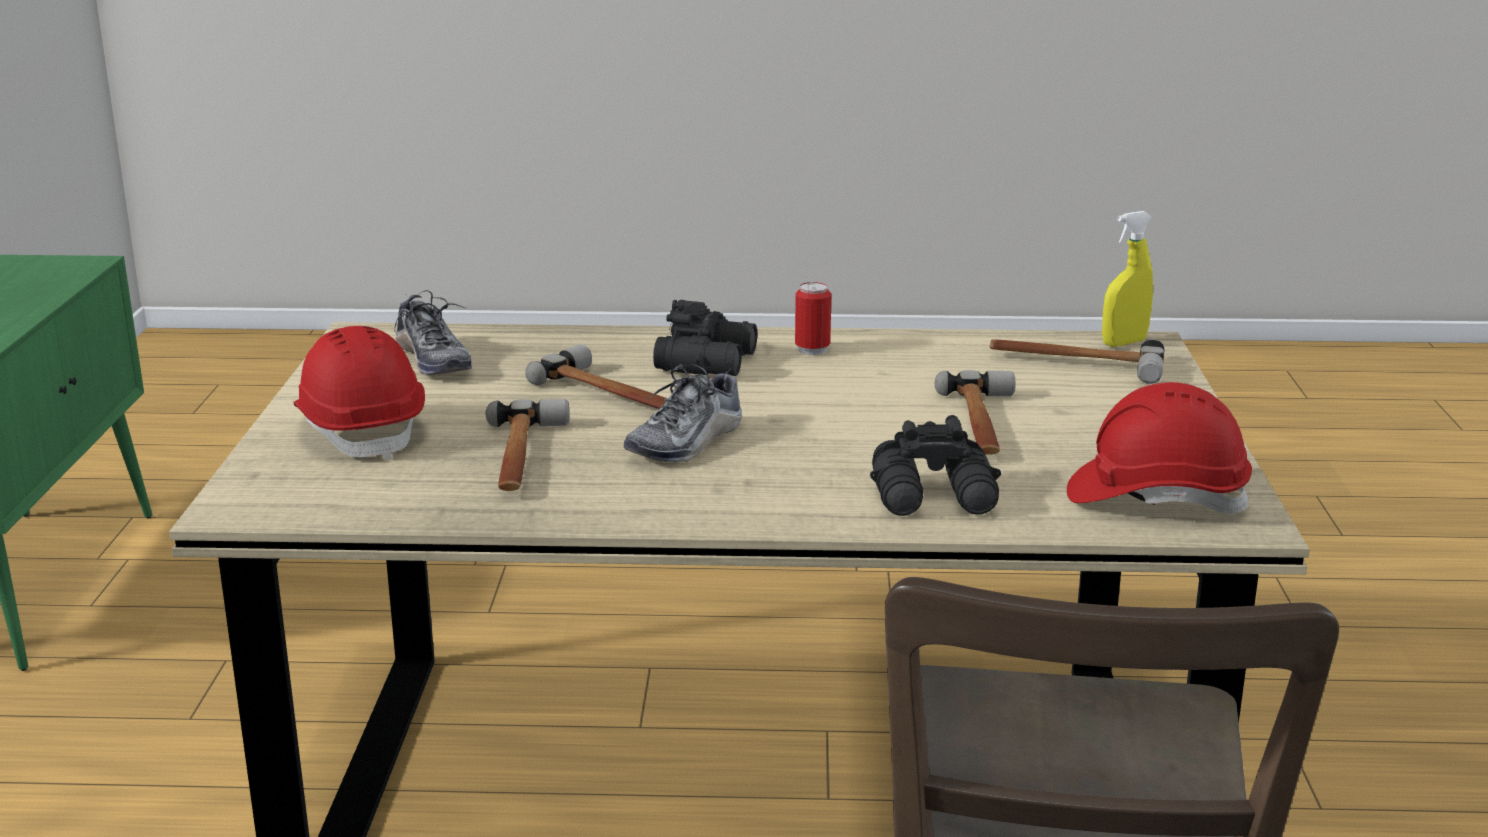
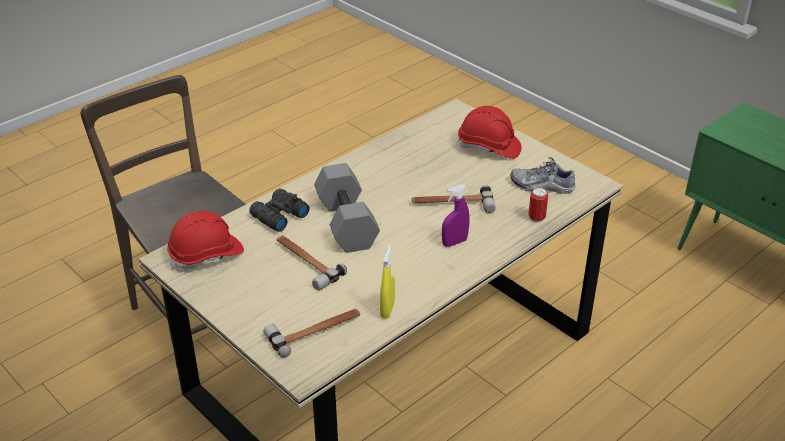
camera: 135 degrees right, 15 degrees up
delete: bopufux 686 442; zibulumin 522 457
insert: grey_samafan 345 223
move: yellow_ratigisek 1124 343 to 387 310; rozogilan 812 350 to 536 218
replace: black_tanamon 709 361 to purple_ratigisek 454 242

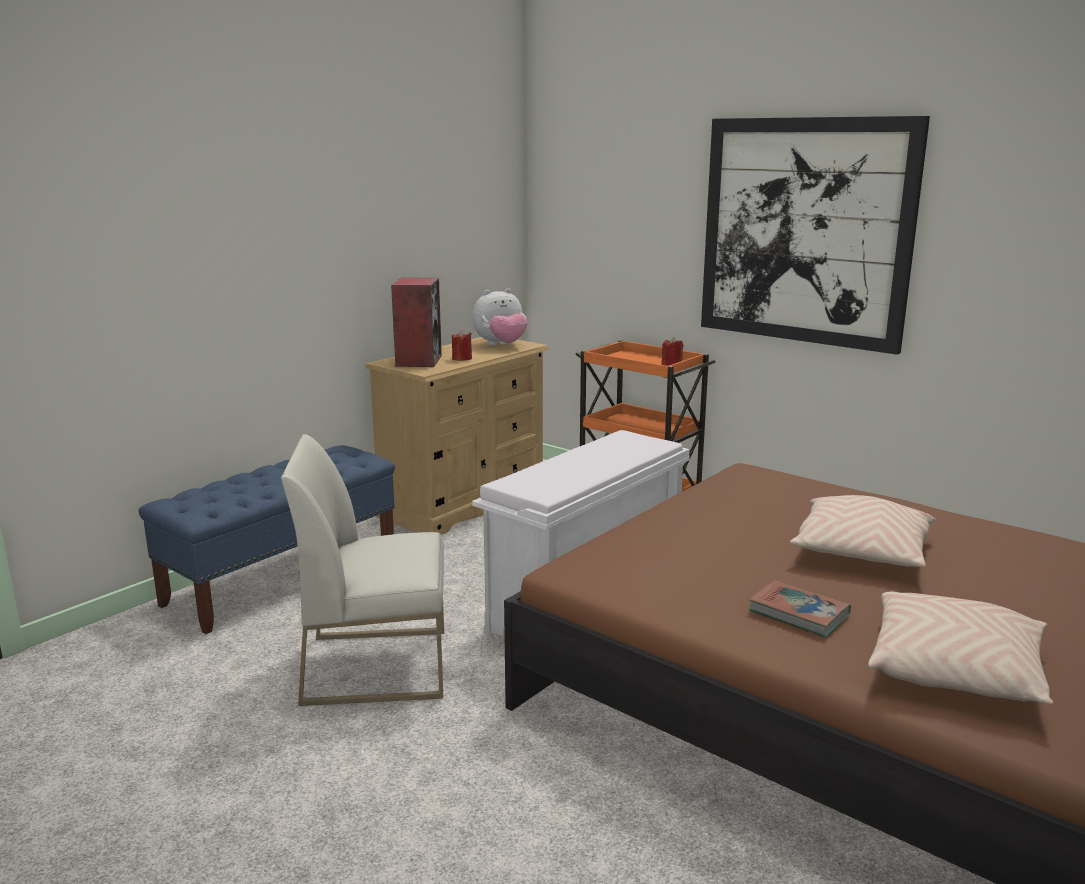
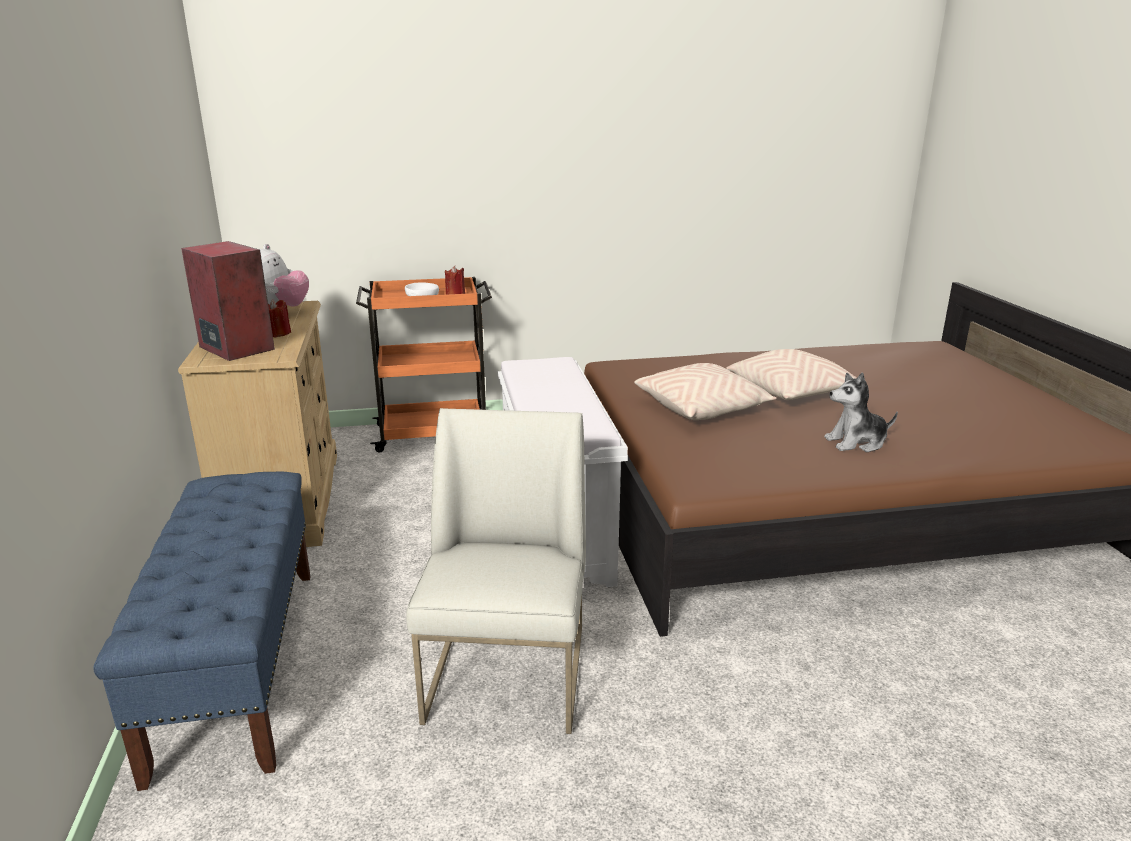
camera: 50 degrees left, 5 degrees up
delete: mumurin 805 232
insert: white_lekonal 422 295
move: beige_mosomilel 955 670 to 702 408
replace: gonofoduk 798 614 to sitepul 856 442
rotate: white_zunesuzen 378 665 = 508 675 150 degrees clockwise

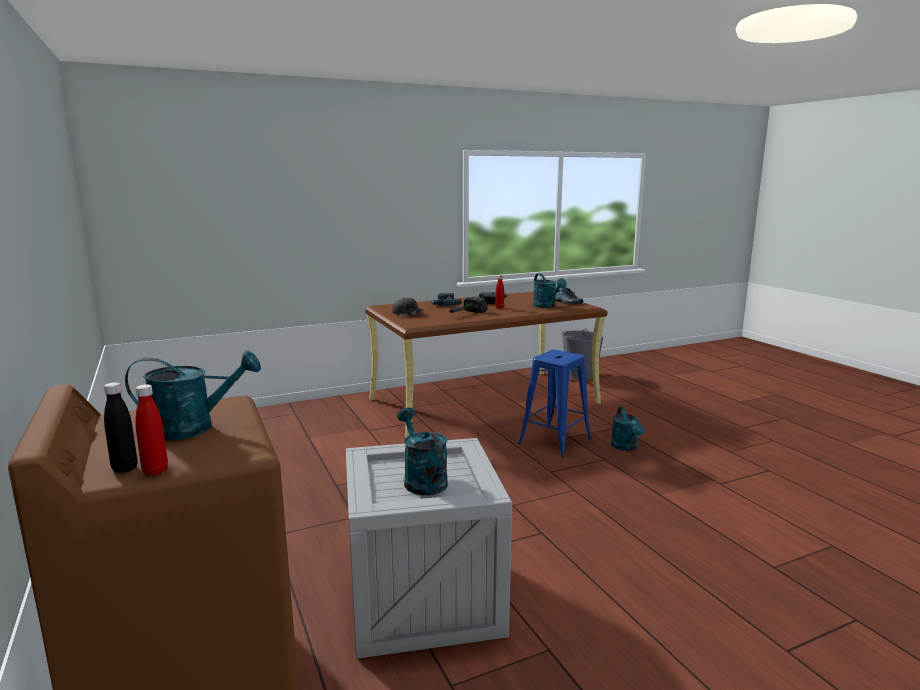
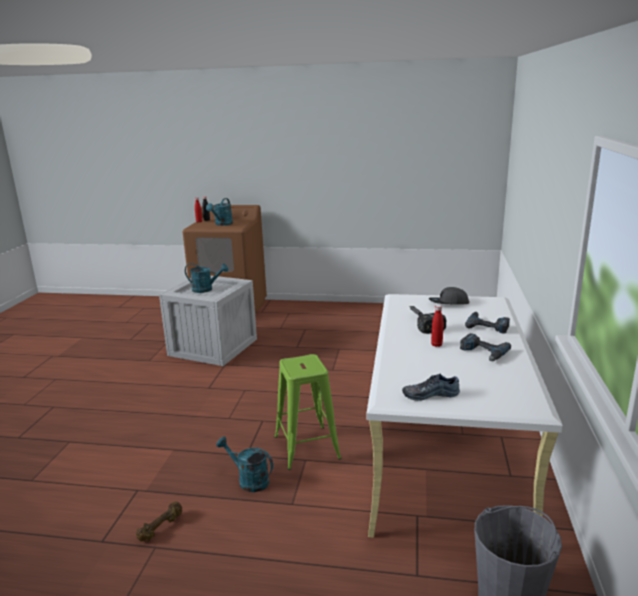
camera: 125 degrees right, 5 degrees up
delete: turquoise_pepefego 547 306
insert: brown_samafan 161 528
recolor: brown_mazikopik 484 401 to white_mazikopik 446 450; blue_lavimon 555 441 to green_lavimon 306 447

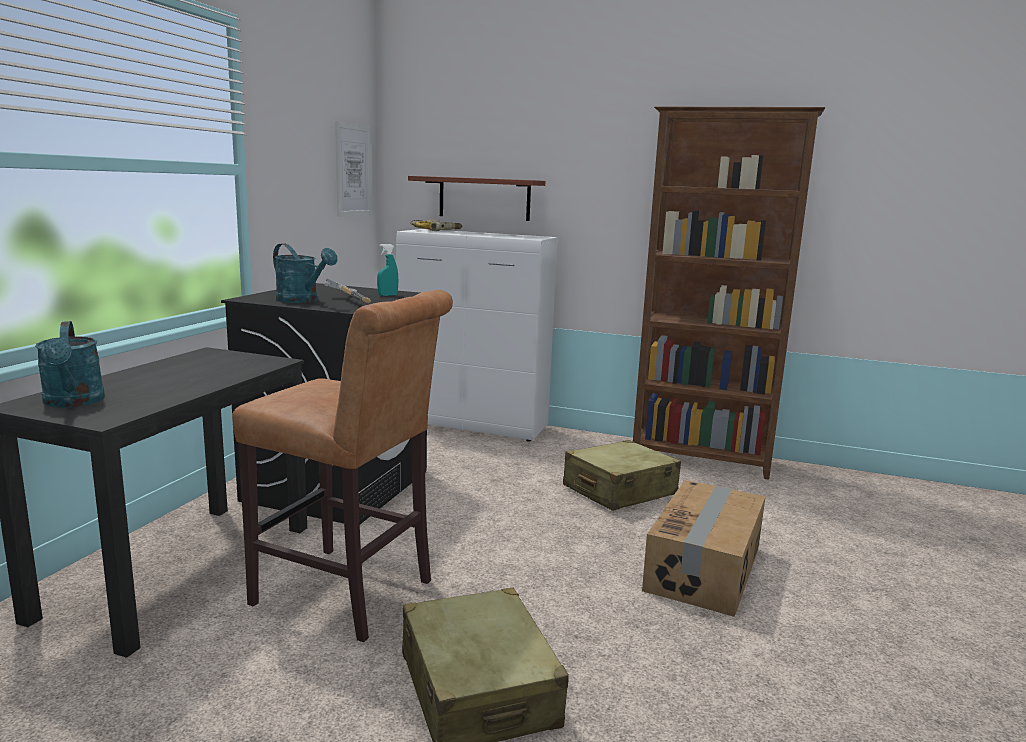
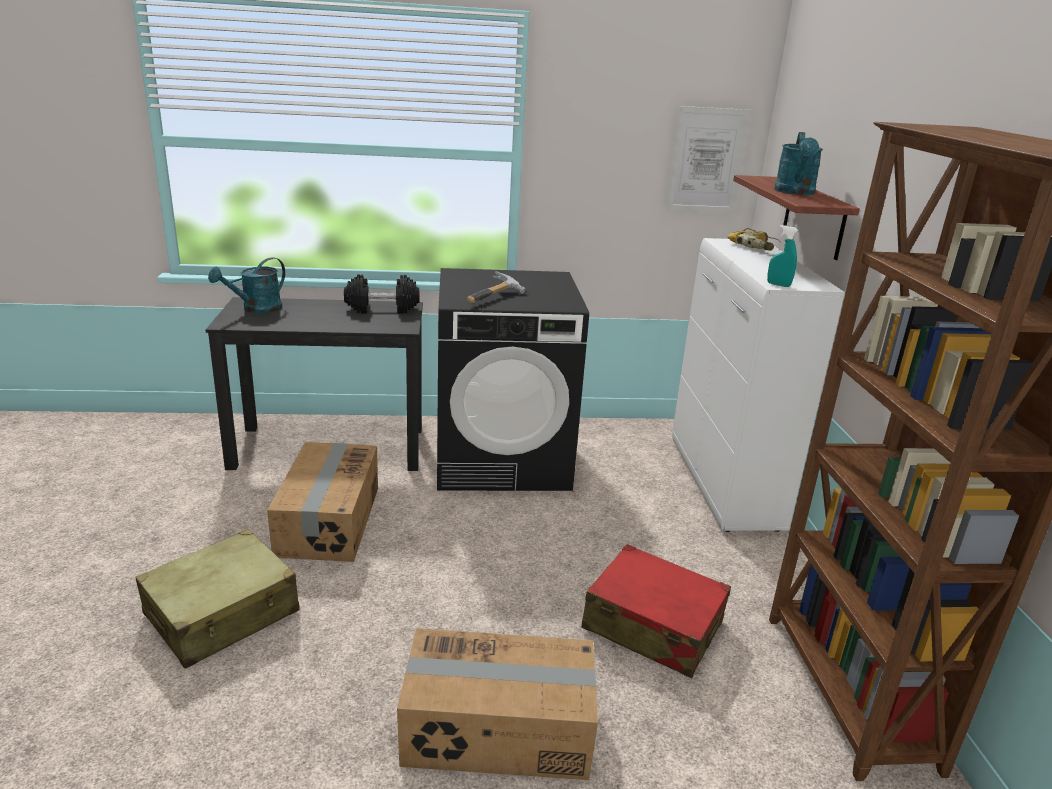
camera: 65 degrees right, 10 degrees up
insert: black_samafan 382 308
move: turquoise_pepefego 302 300 to 795 192; turquoise_ratigisek 387 295 to 778 285
replace: brown_lavimon 351 595 to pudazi 327 521
recolor: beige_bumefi 619 491 to red_bumefi 652 626

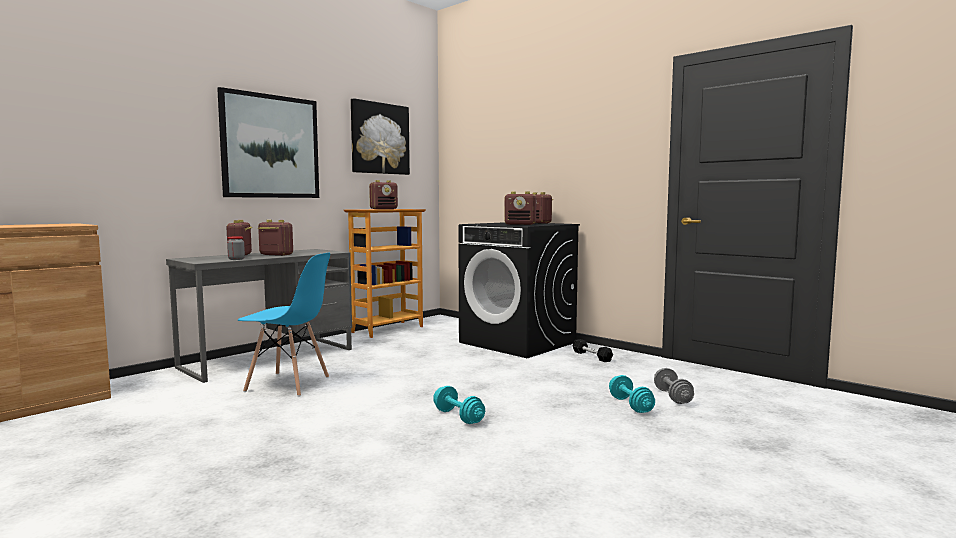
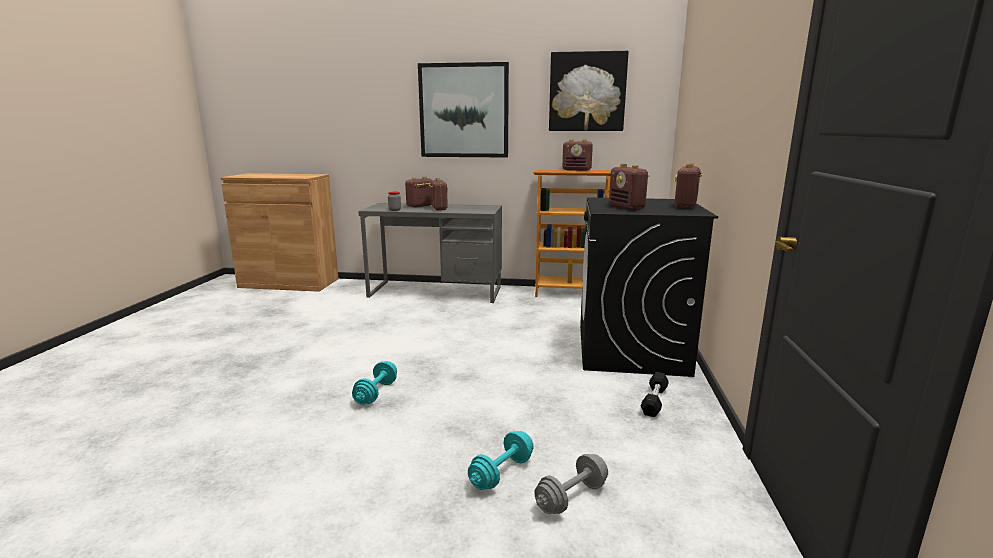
camera: 55 degrees right, 10 degrees up
delete: blue_zunesuzen 288 384

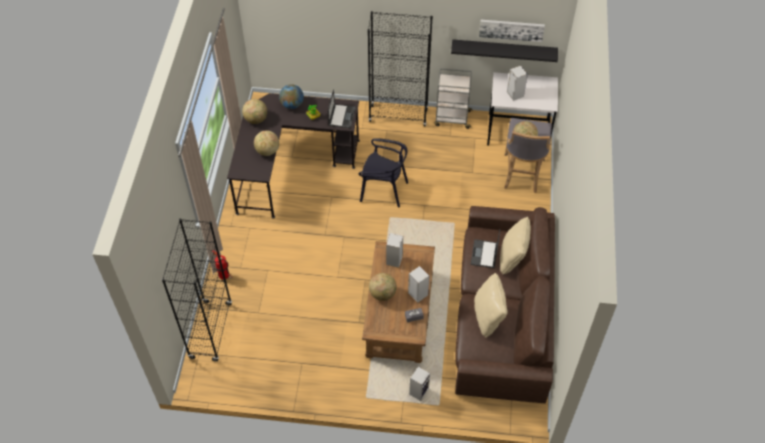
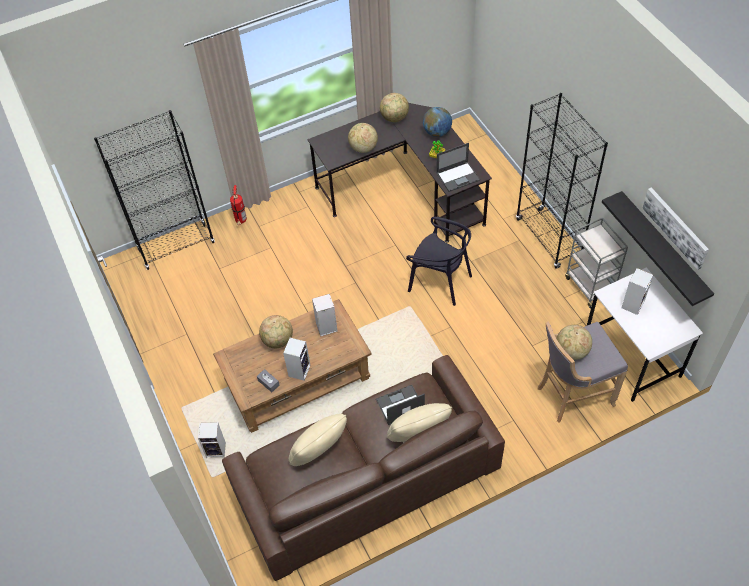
camera: 60 degrees right, 0 degrees up
rotate: black_zunesuzen 383 190 = 440 281 45 degrees counterclockwise

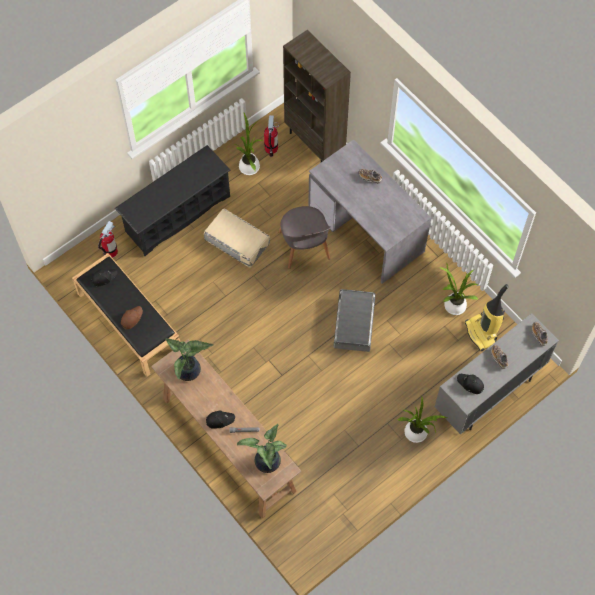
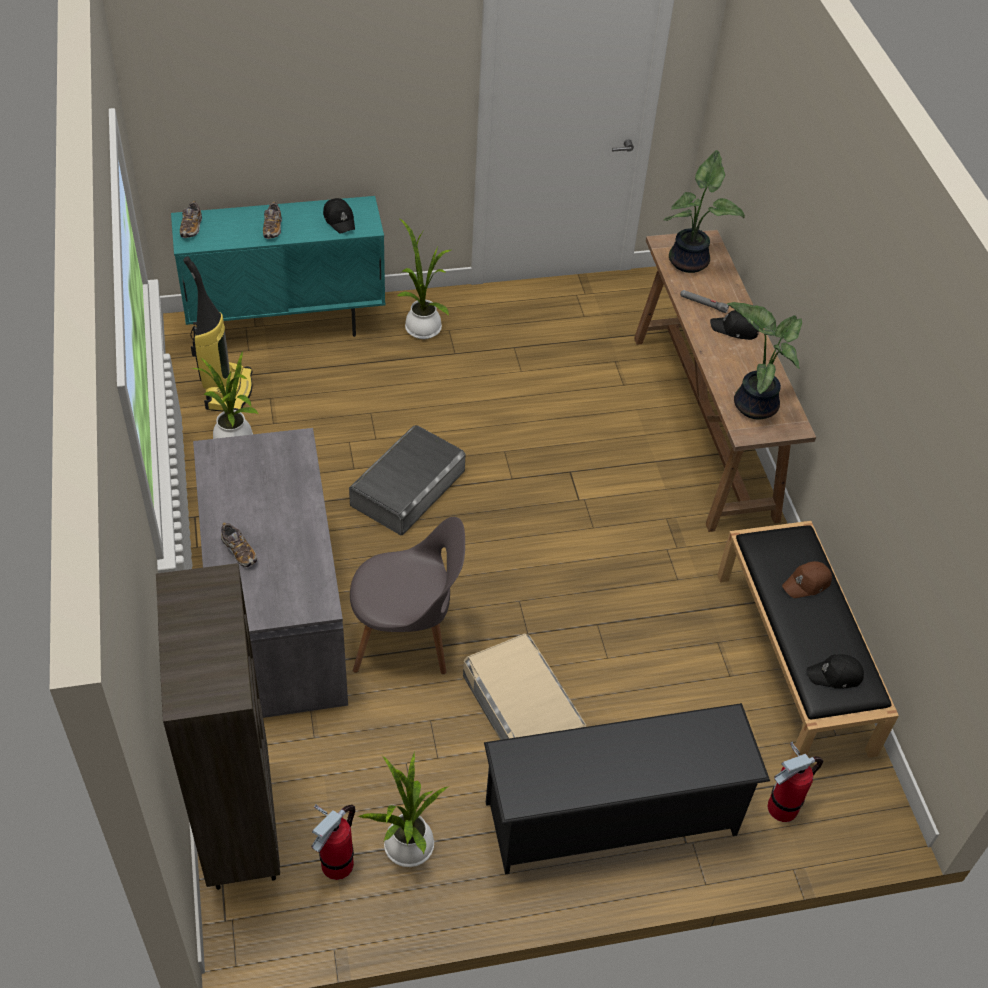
camera: 155 degrees left, 15 degrees down
recolor: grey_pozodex 488 393 to turquoise_pozodex 287 324
rotate: grey_zunesuzen 304 247 = 406 637 75 degrees clockwise

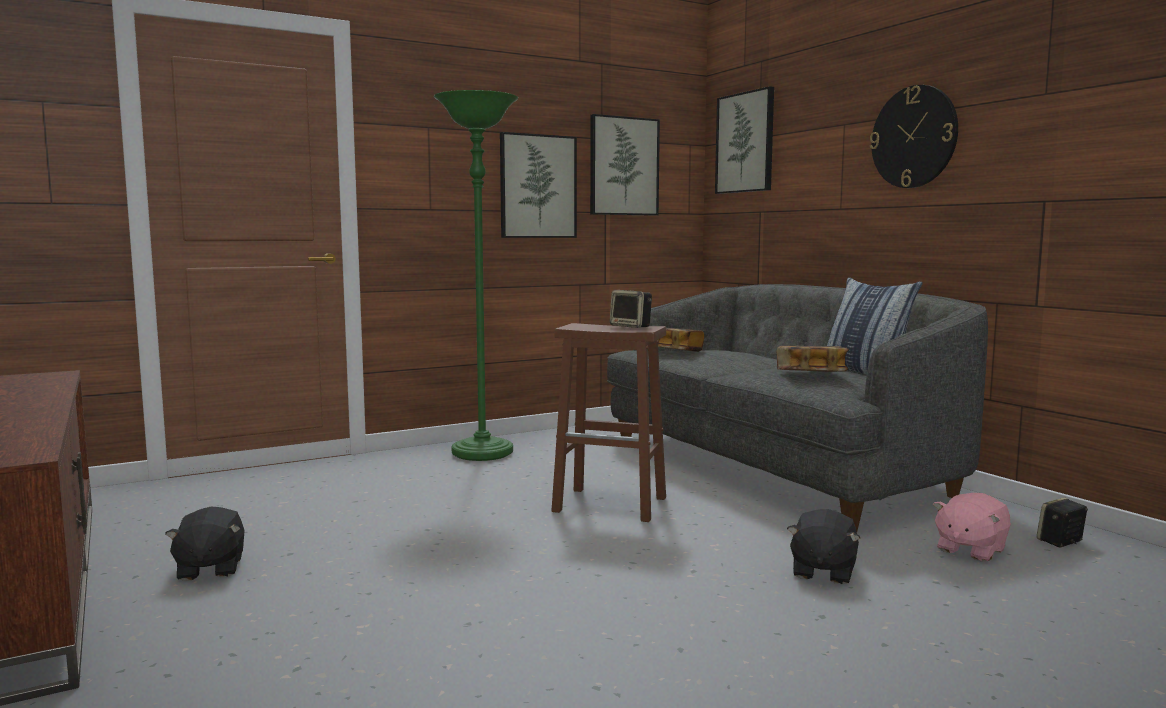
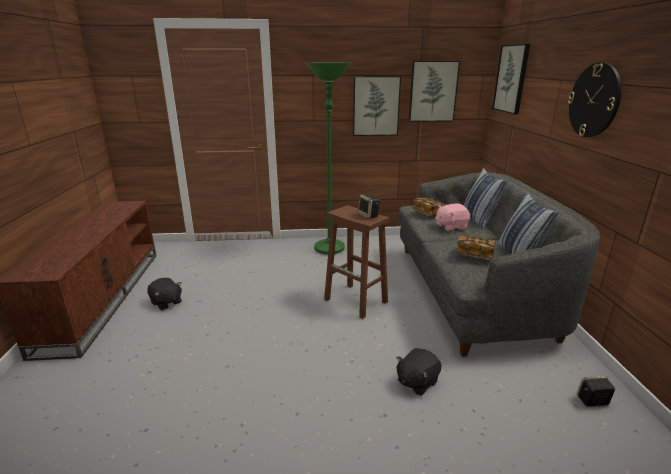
camera: 25 degrees right, 15 degrees up
insert: mosomilel 478 220
move: pink_sitepul 970 550 to 450 227
rotate: black_sitepul 209 569 = 166 303 60 degrees counterclockwise

